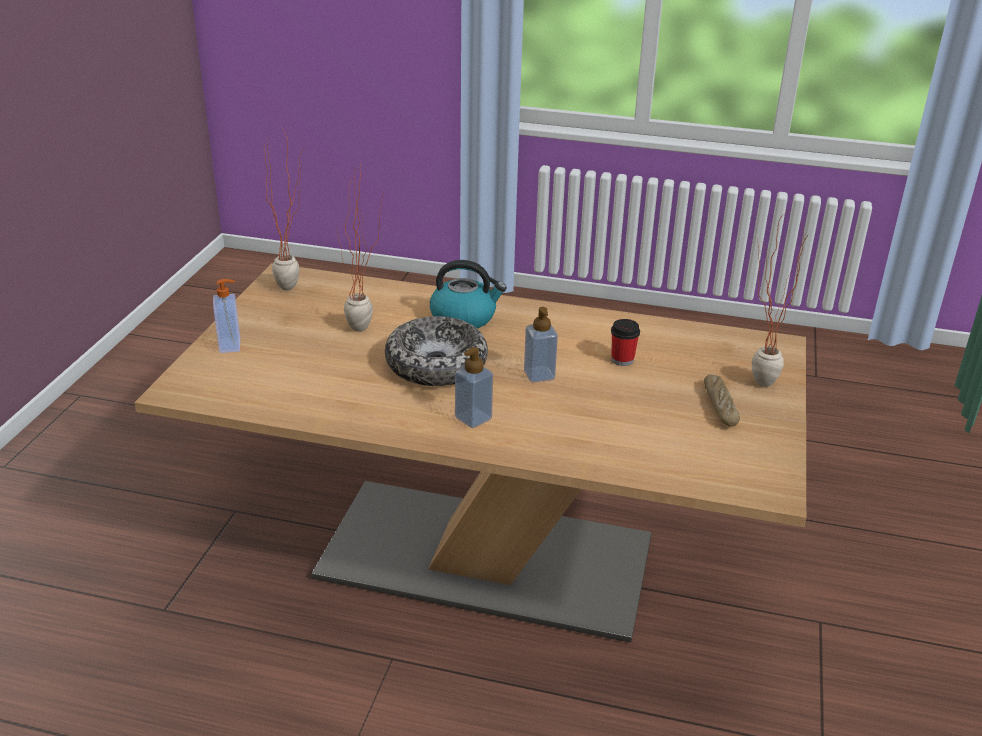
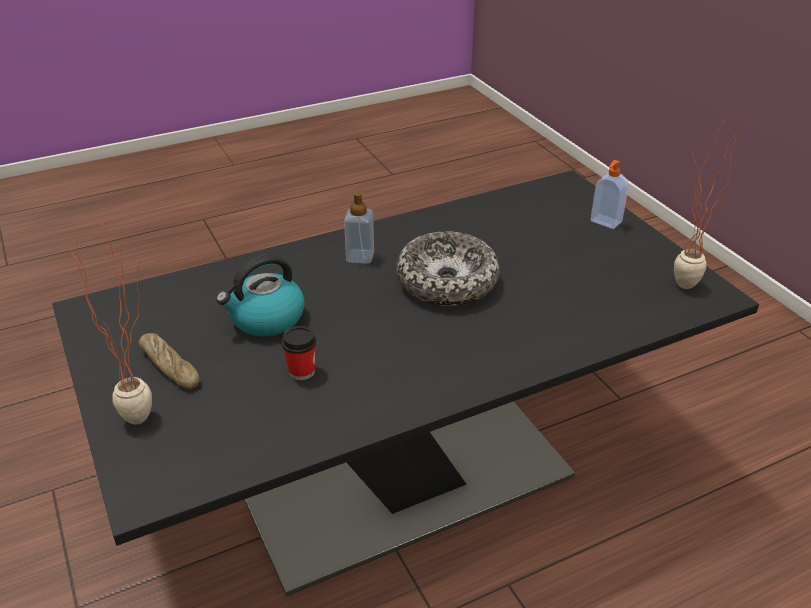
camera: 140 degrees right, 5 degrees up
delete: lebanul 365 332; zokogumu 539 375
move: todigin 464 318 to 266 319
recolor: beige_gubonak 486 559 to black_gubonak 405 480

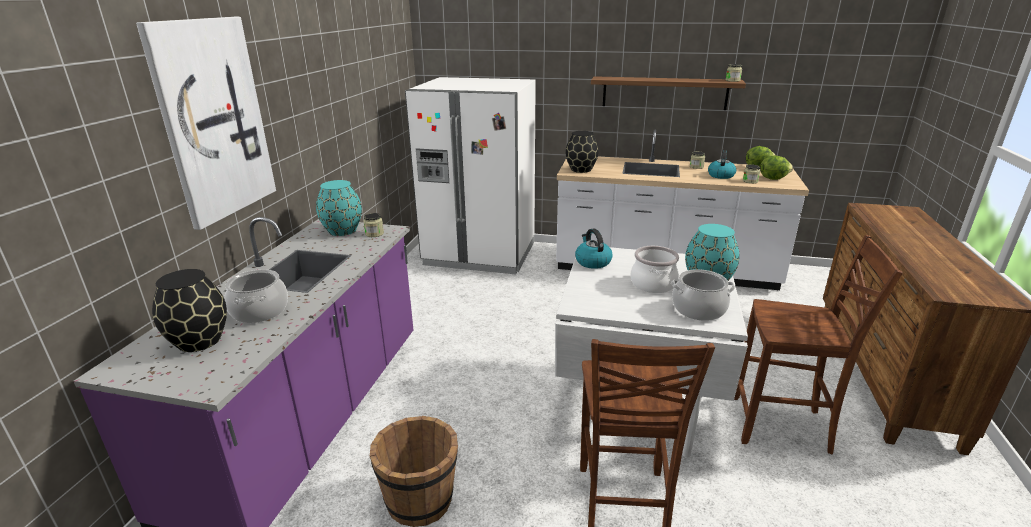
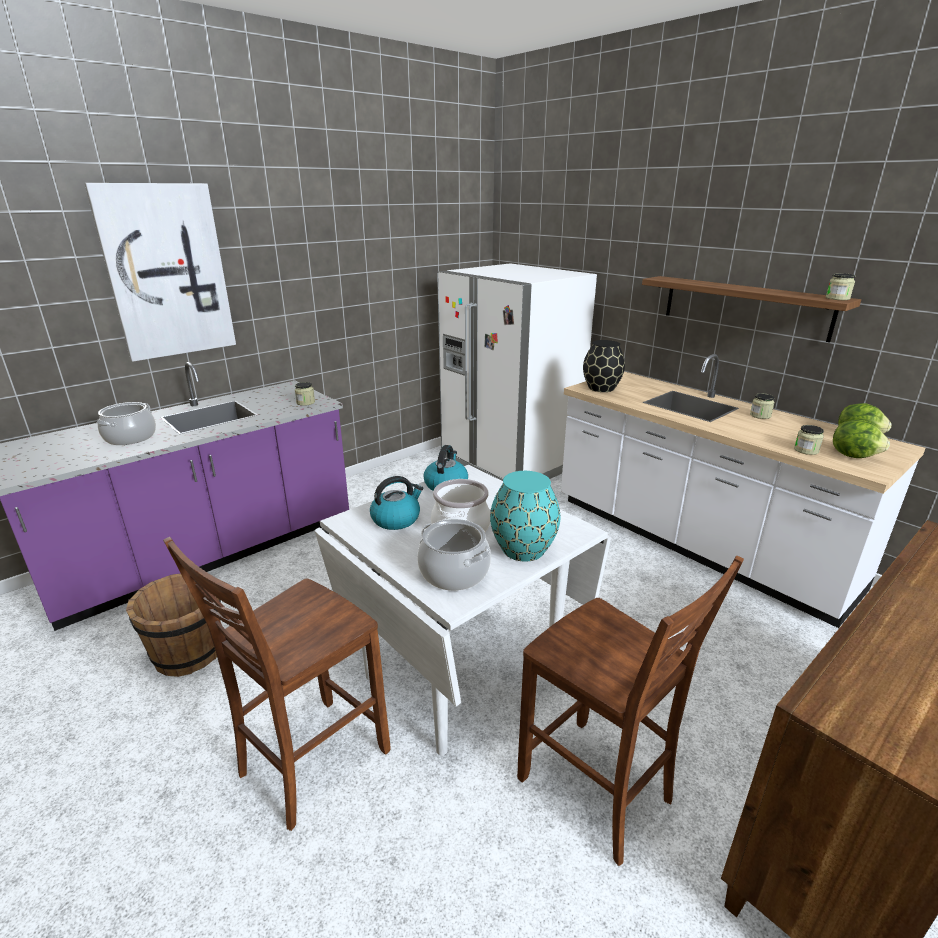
camera: 35 degrees right, 0 degrees up
delete: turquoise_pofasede 342 231; black_pofasede 198 341
move: todigin 720 175 to 396 519

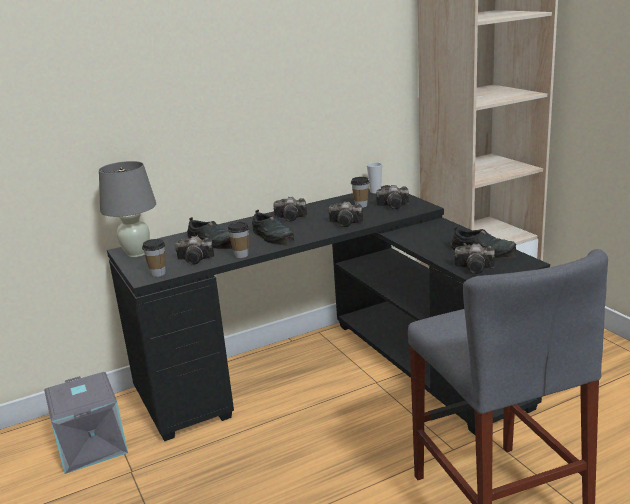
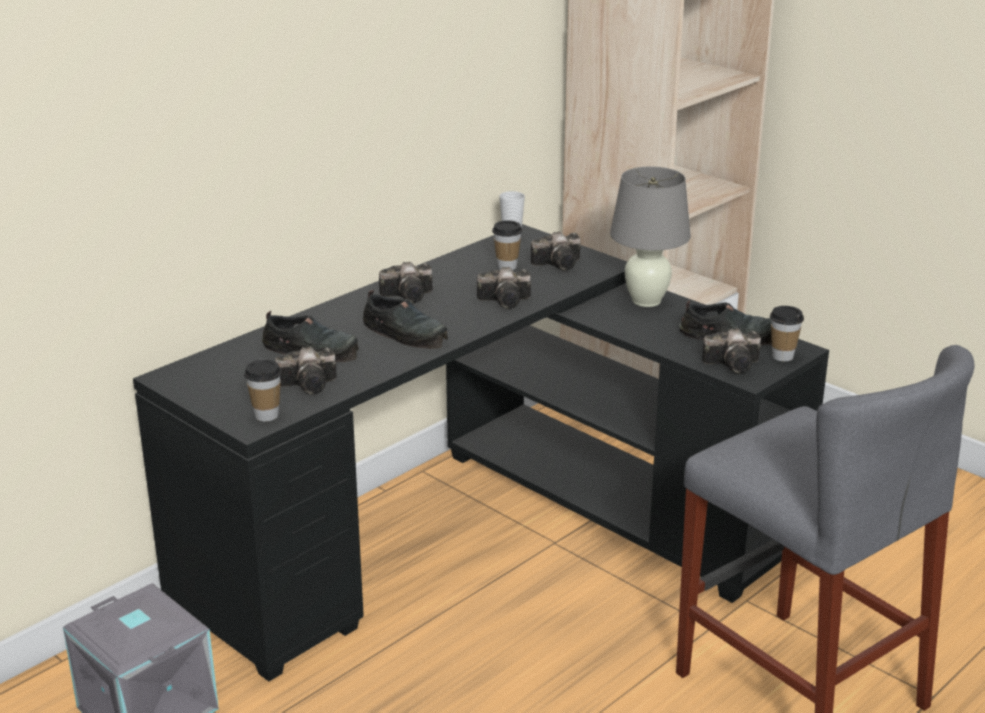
camera: 20 degrees left, 5 degrees up
move: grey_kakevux 137 253 to 646 301; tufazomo 241 255 to 782 356

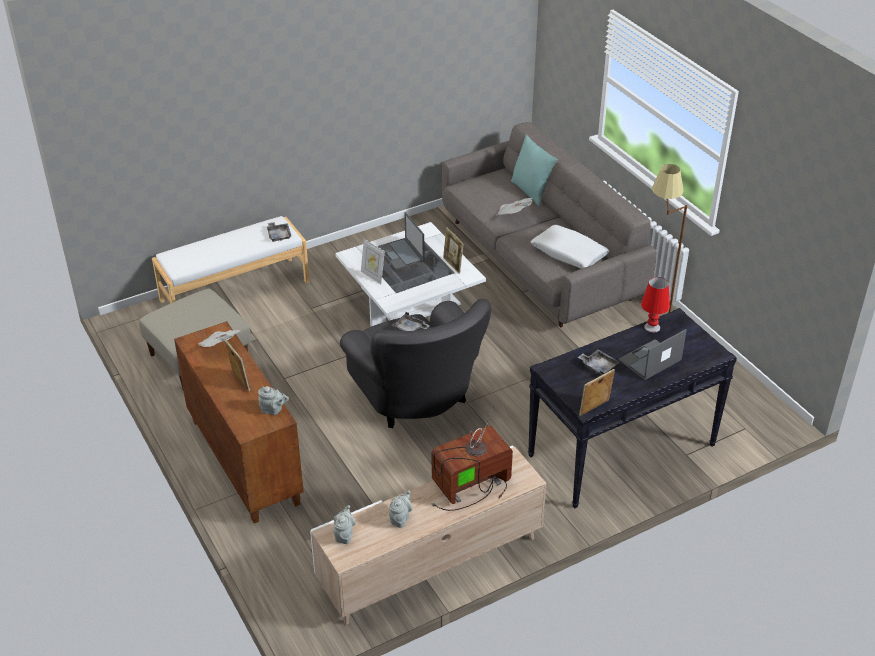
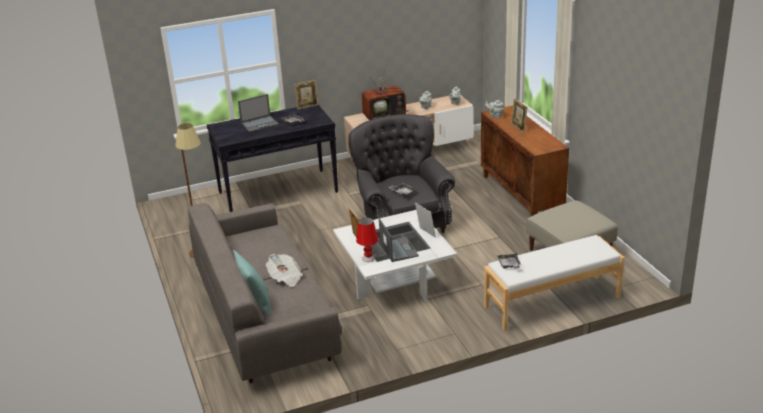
camera: 170 degrees left, 10 degrees down
delete: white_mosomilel 569 254; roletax 220 346
move: red_kakevux 652 327 to 368 258

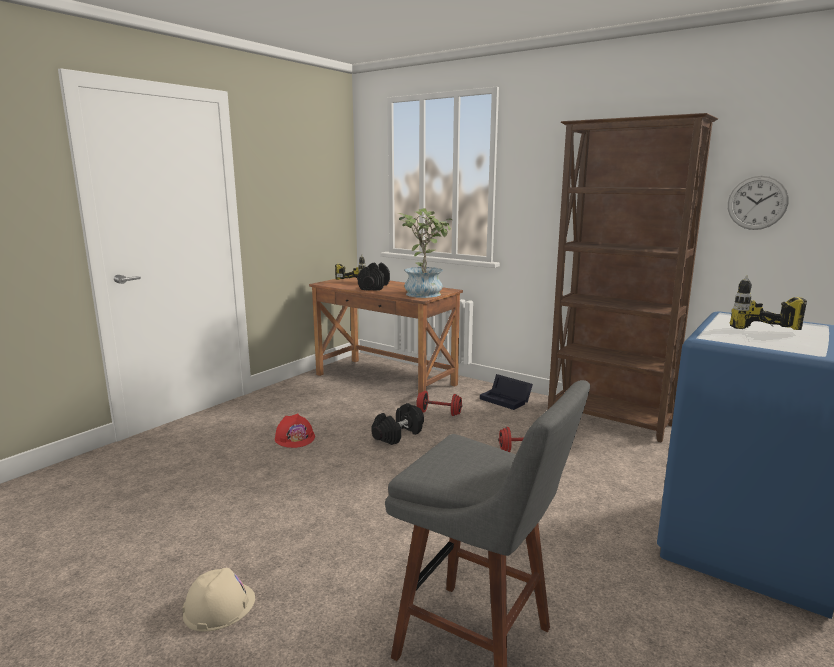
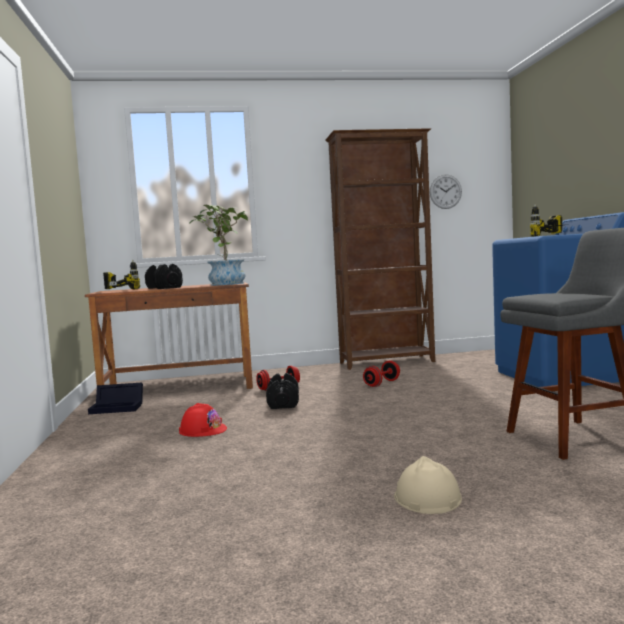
camera: 45 degrees left, 10 degrees down
move: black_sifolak 507 400 to 119 407

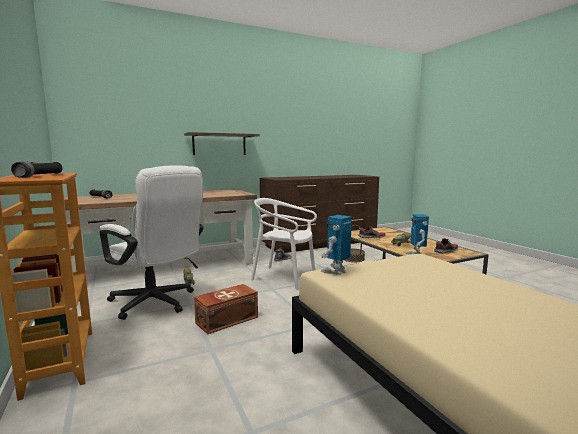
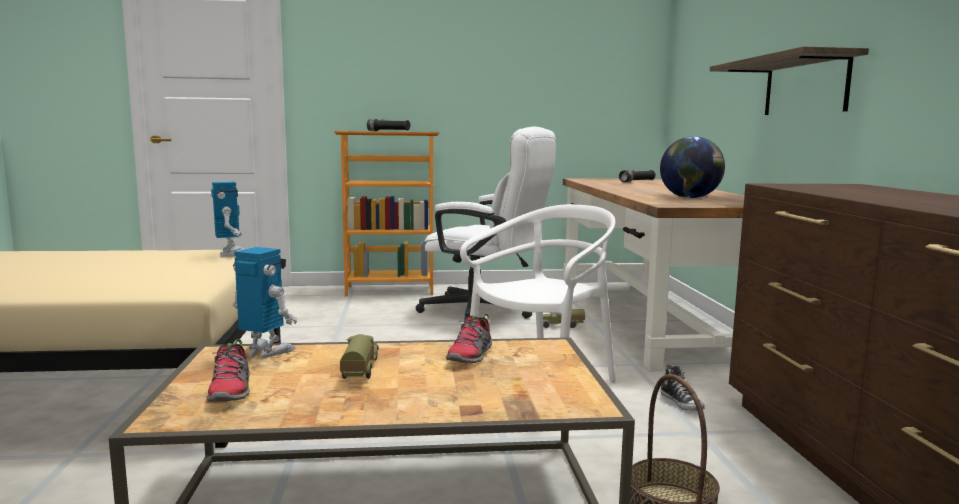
camera: 110 degrees right, 0 degrees up
delete: brown_sifolak 226 320
insert: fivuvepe 690 198
rotate: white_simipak 157 303 = 486 312 120 degrees counterclockwise

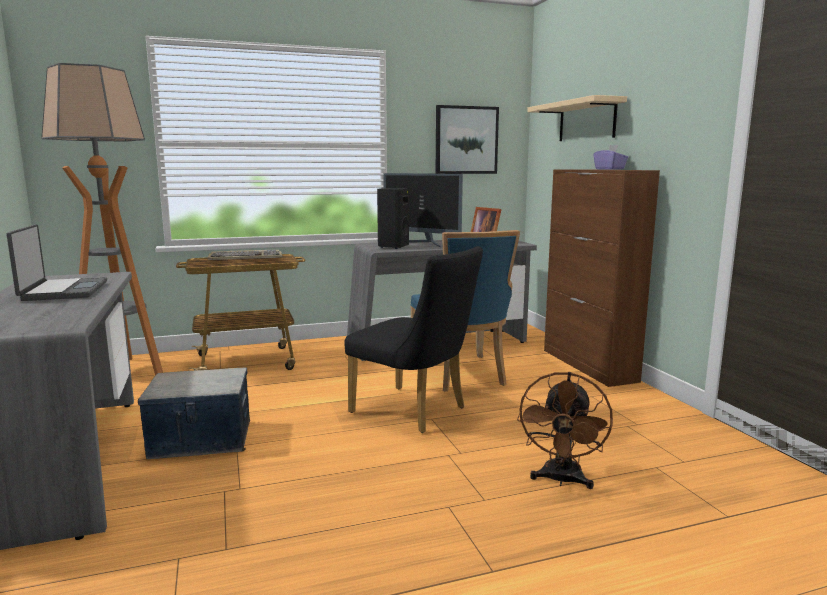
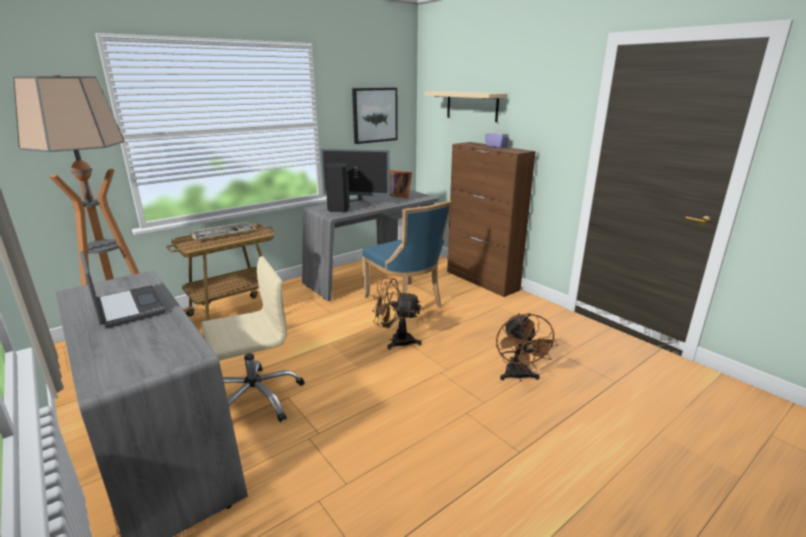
camera: 20 degrees left, 10 degrees up
replace: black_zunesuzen 415 411 to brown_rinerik 396 340; sifolak 201 440 to beige_simipak 255 397

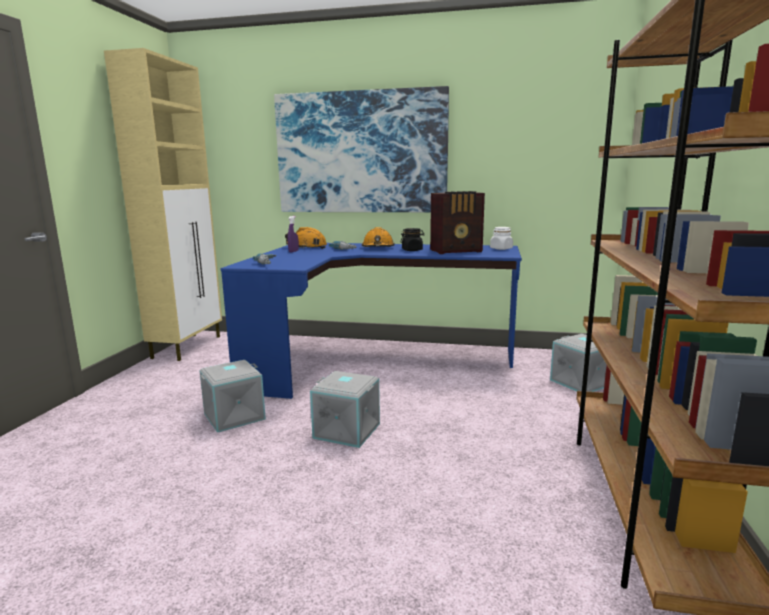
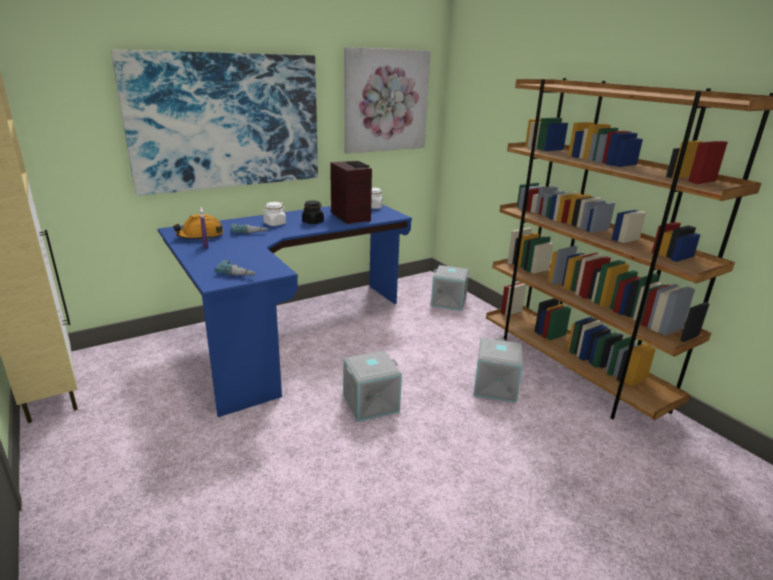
camera: 45 degrees left, 10 degrees up
insert: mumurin 386 101
move: grey_sifolak 234 417 to 496 387
replace: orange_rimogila 378 248 to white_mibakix 274 224
rotate: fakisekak 457 251 = 351 217 60 degrees counterclockwise

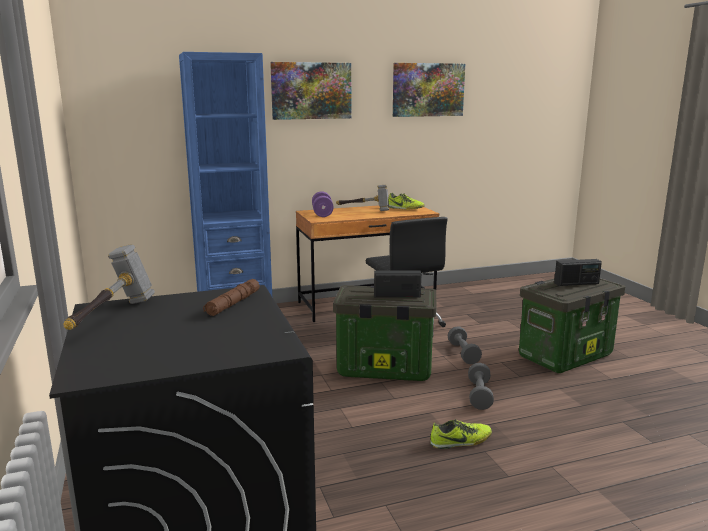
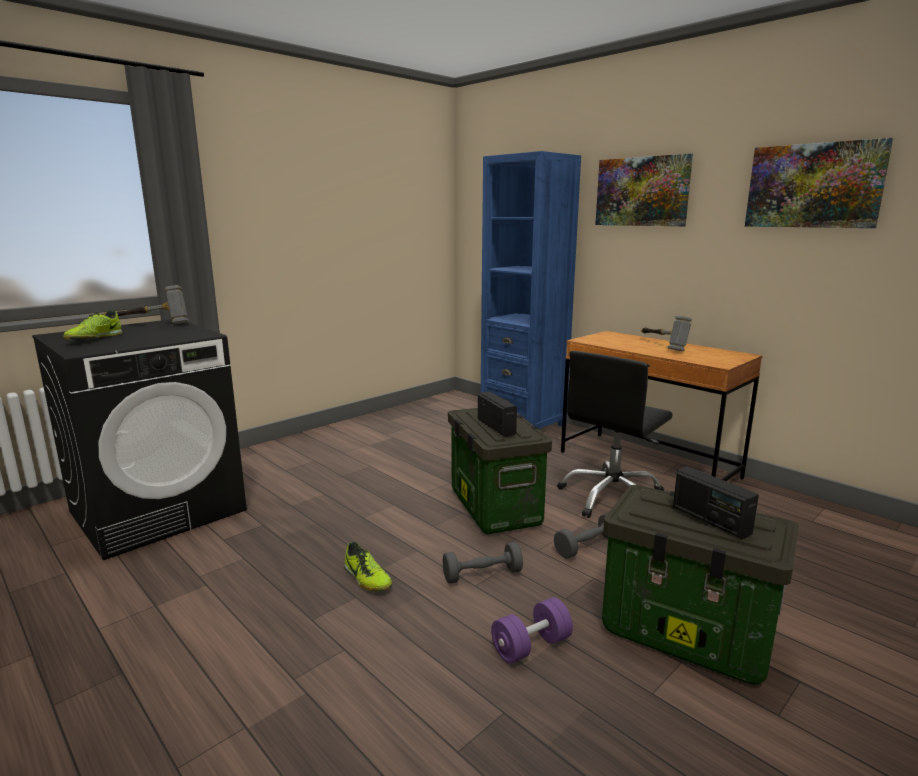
camera: 65 degrees right, 0 degrees up
delete: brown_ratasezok 233 304
move: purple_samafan 322 213 to 531 646; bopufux 405 209 to 94 339

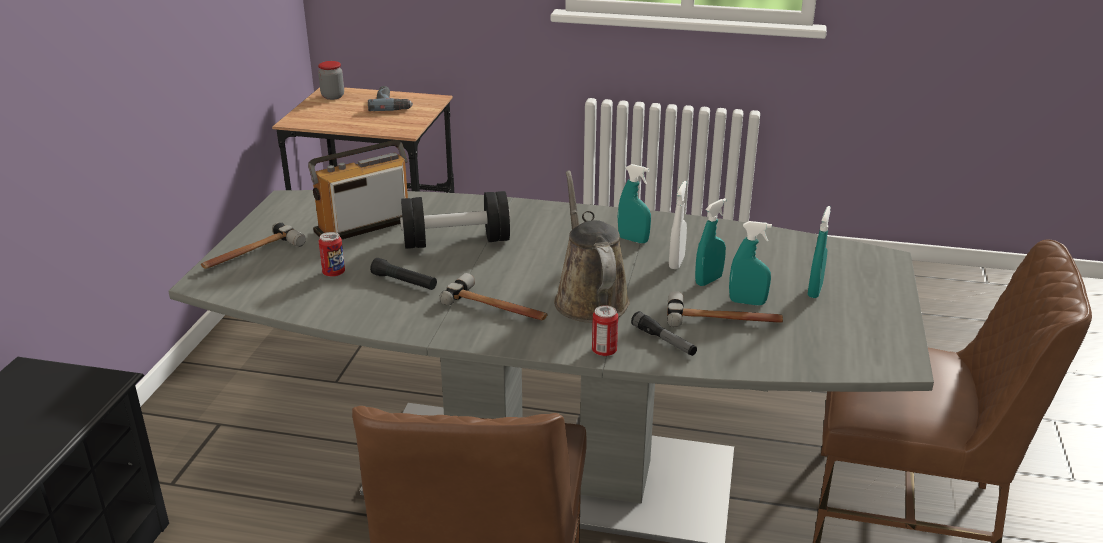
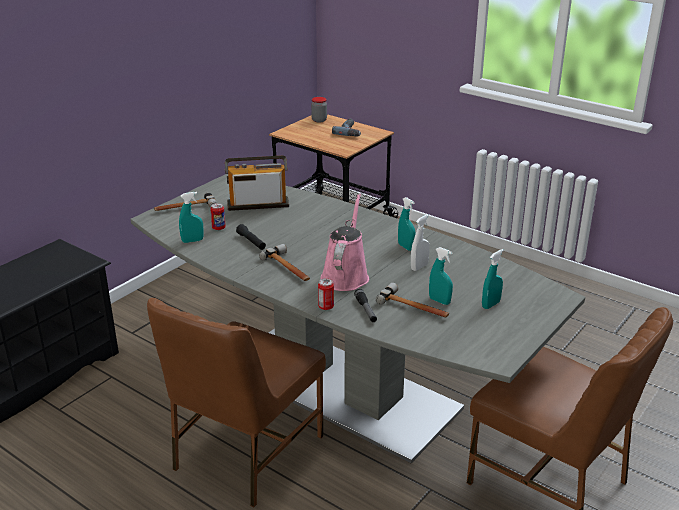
camera: 25 degrees right, 0 degrees up
delete: black_samafan 456 242
move: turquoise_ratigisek 708 280 to 192 241
recolor: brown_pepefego 589 298 to pink_pepefego 346 275

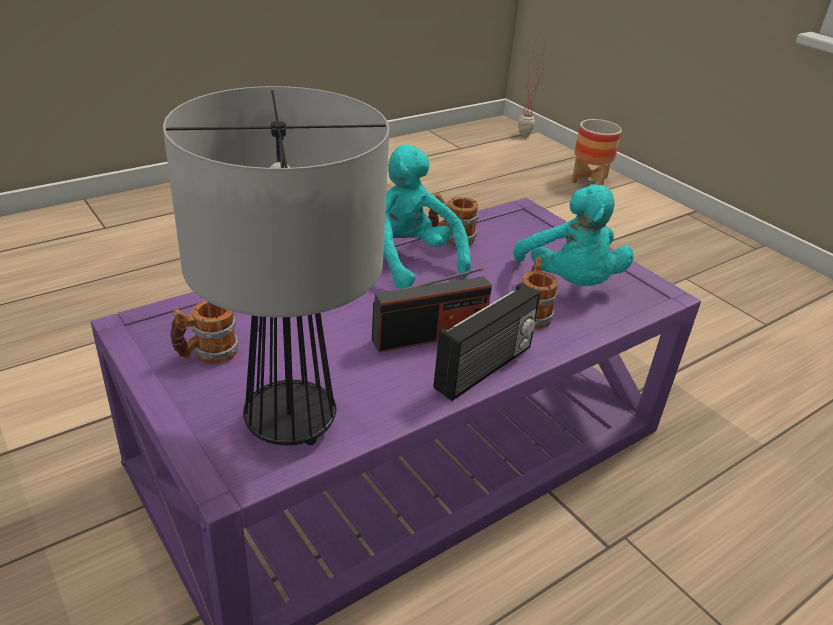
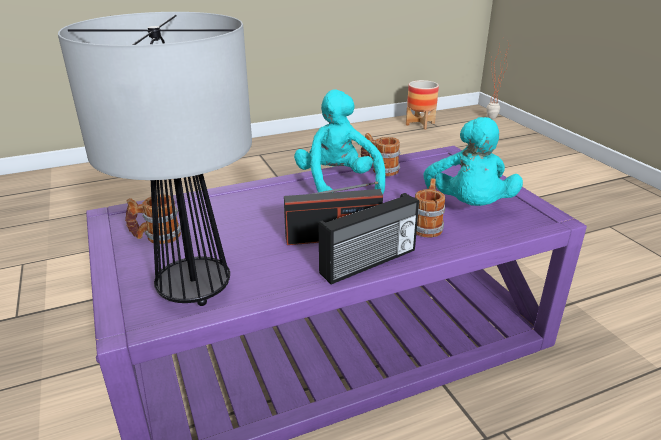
camera: 15 degrees right, 5 degrees down
move: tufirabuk 589 180 to 420 124

